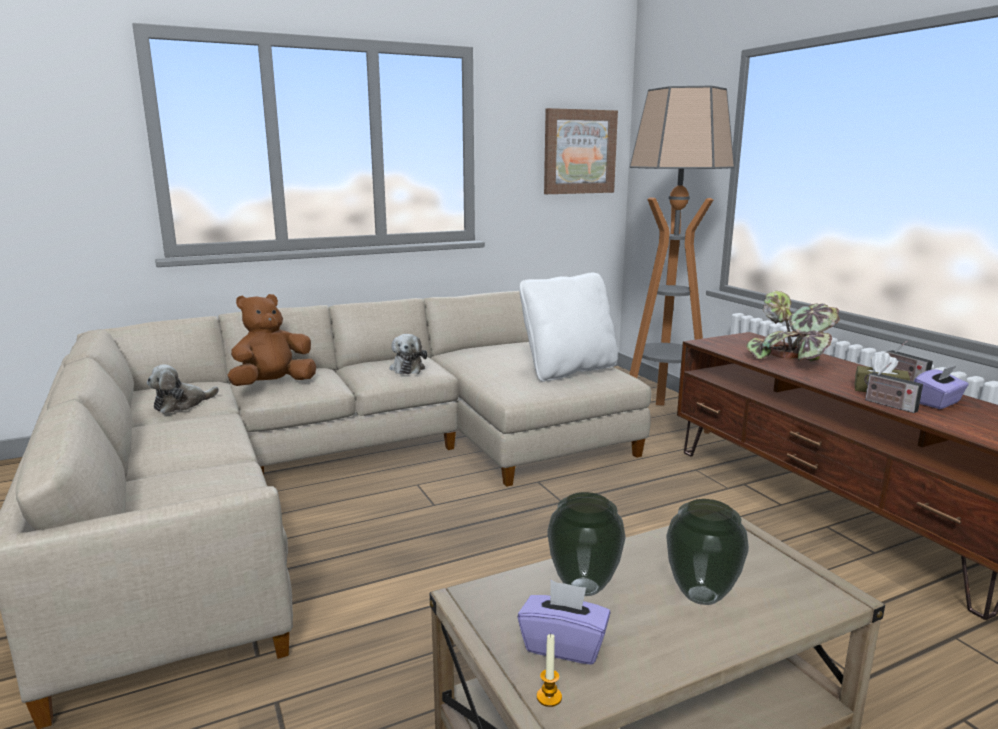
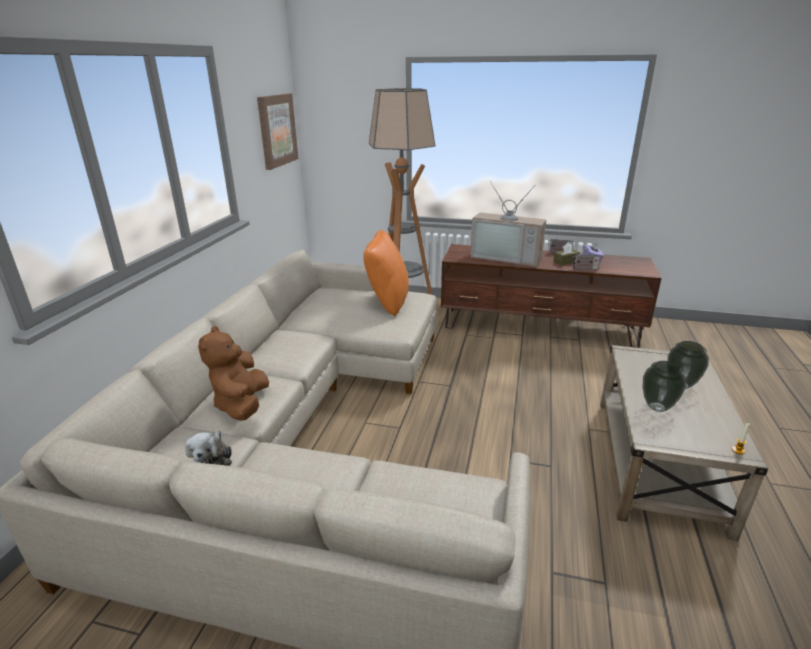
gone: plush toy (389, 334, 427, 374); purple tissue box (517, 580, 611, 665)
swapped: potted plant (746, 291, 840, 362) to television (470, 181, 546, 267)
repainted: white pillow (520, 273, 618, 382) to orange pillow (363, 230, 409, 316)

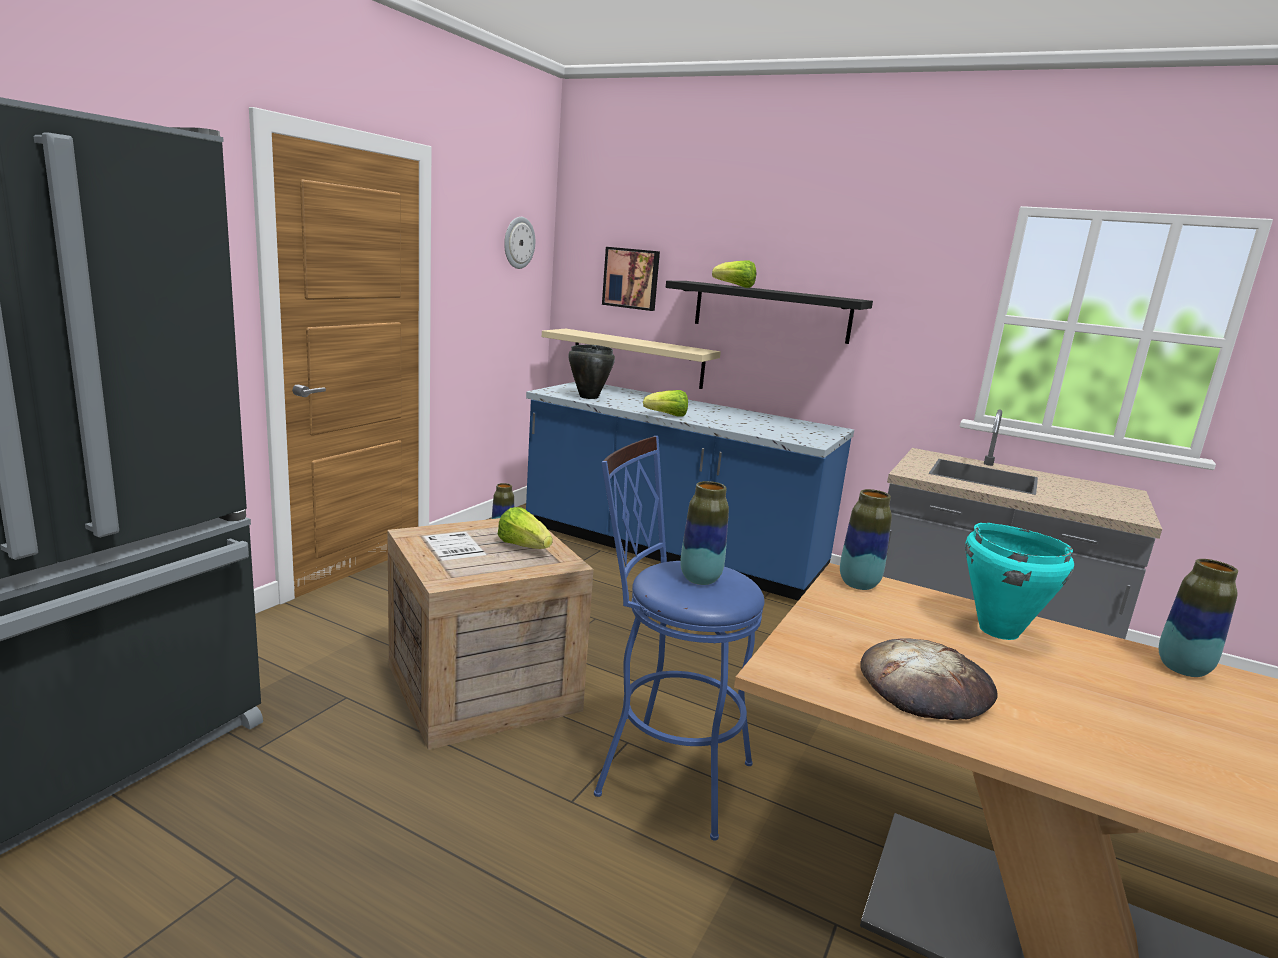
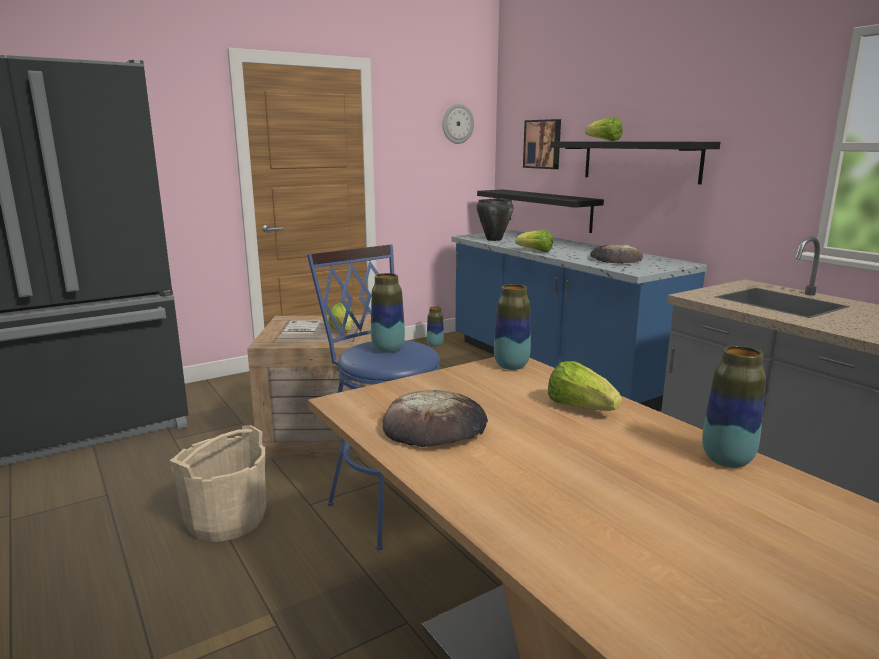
new: bread (590, 244, 643, 264); beige bucket (169, 425, 266, 542)
swapped: turquoise cooking pot (965, 523, 1074, 640) to lettuce (548, 361, 622, 411)
repainted: beige shelf (542, 329, 721, 389) to black shelf (477, 189, 604, 233)

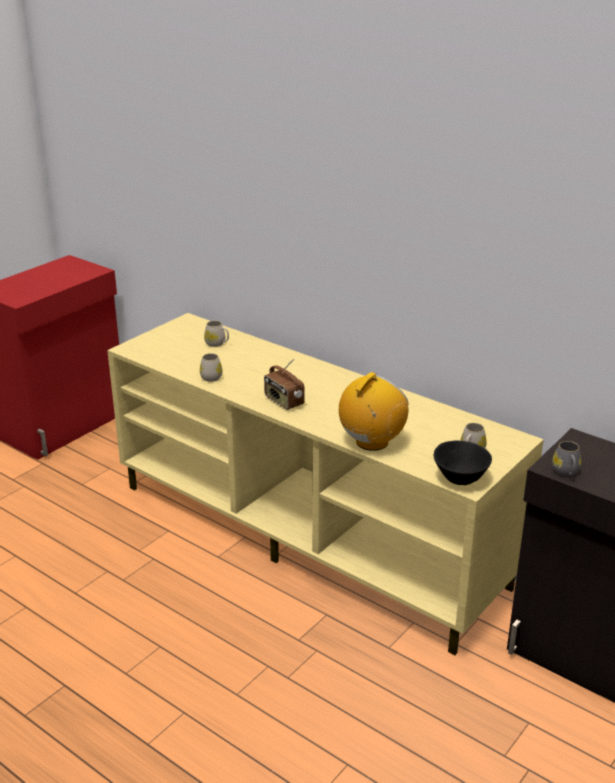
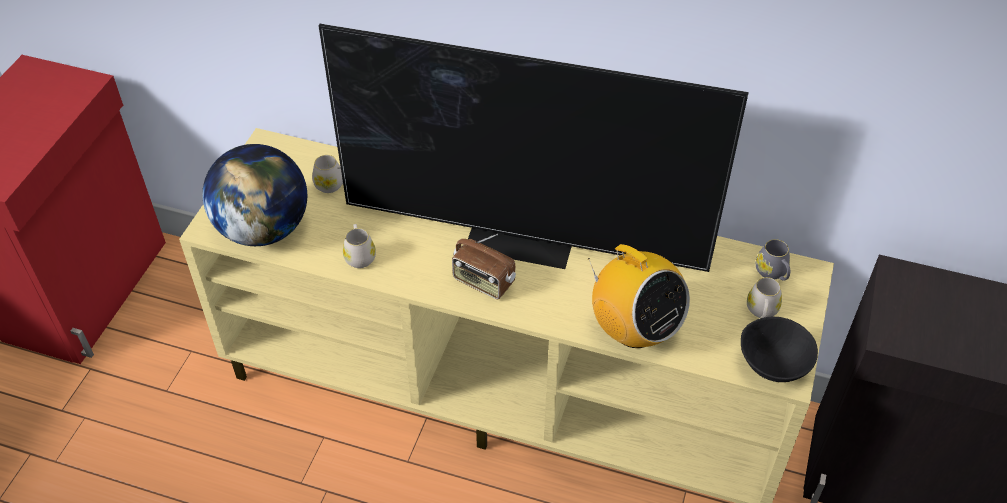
new: television (319, 24, 748, 272); globe (202, 144, 307, 246)
shifted: grey mug (552, 441, 581, 476) to (756, 239, 790, 281)
rotated: radio (339, 372, 408, 451) = (588, 244, 690, 348) 120 degrees clockwise

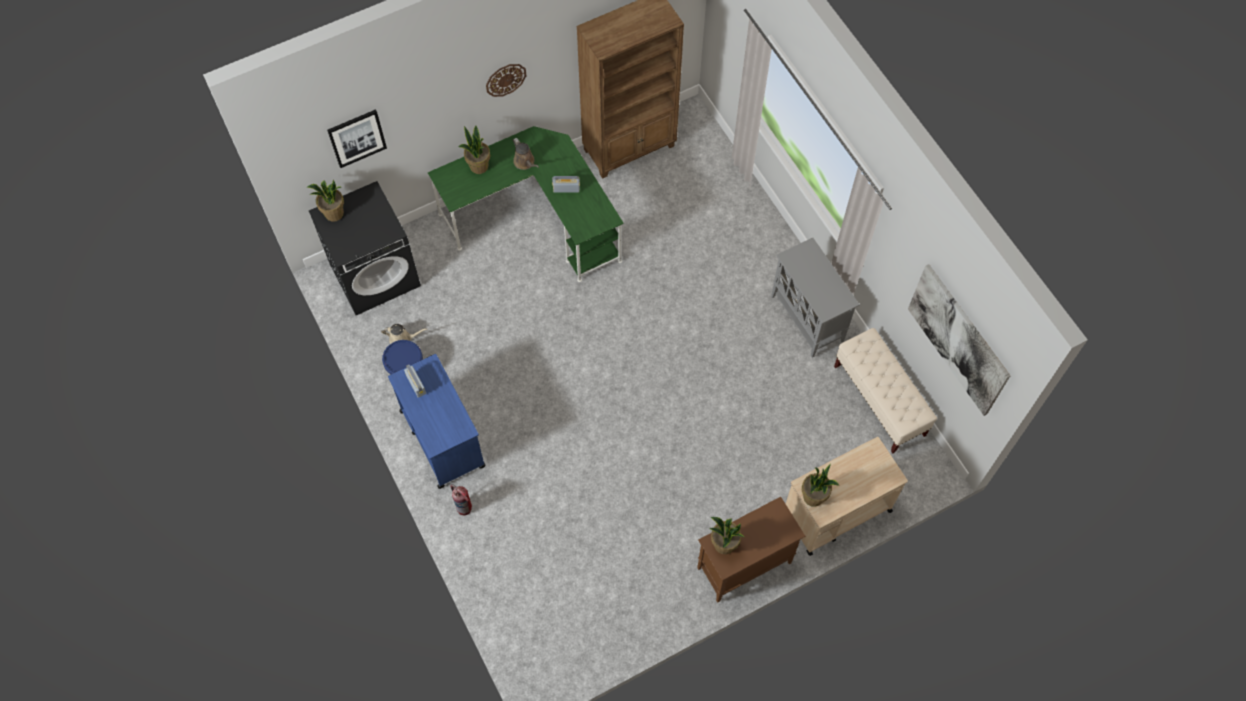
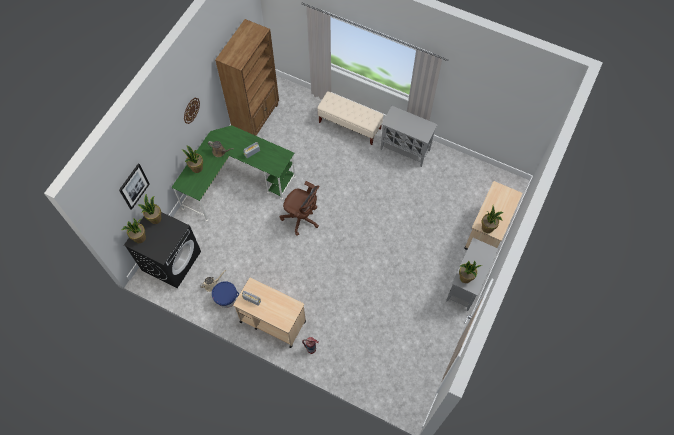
gone: picture (908, 264, 1011, 416)
new: brown office chair (280, 181, 319, 236); potted plant (138, 194, 162, 224)
shifted: beige bench (834, 328, 937, 453) to (317, 91, 384, 145)
repainted: blue cart (388, 354, 486, 489) to beige cart (233, 278, 306, 348); brown cabinet (697, 497, 805, 603) to grey cabinet (446, 238, 498, 311)

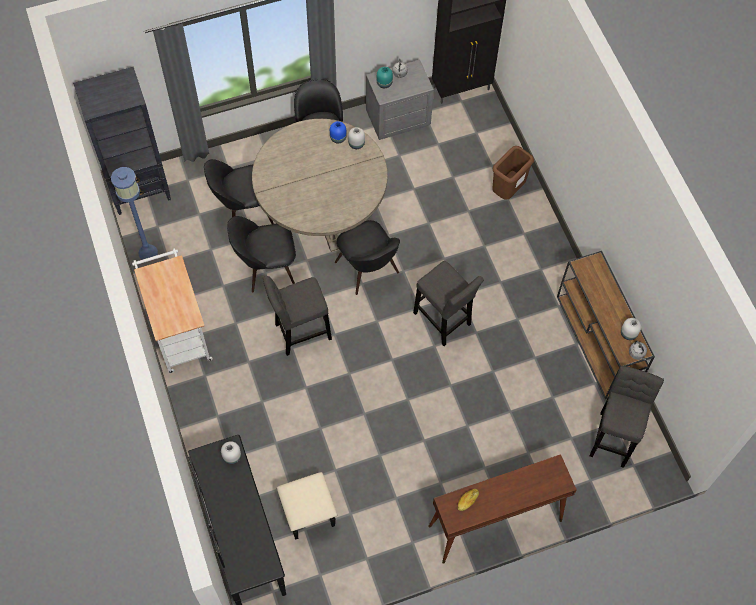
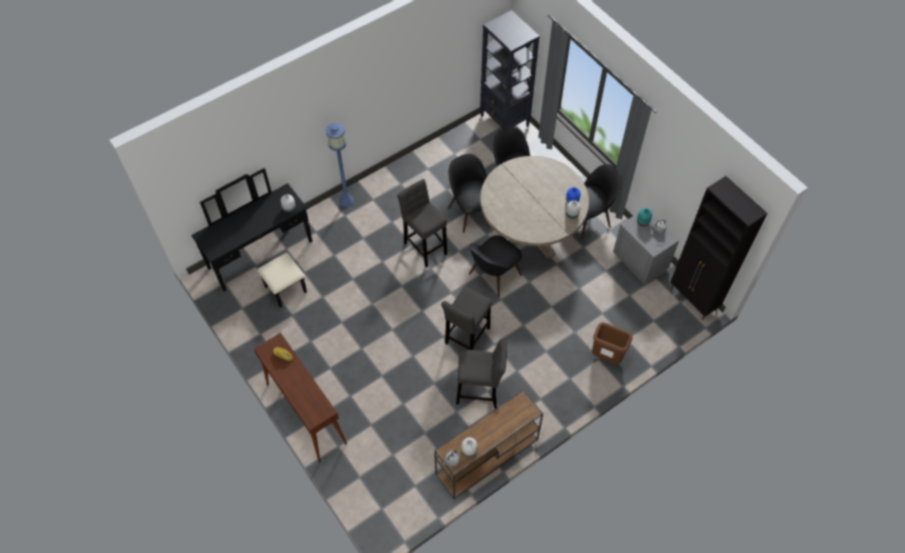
gone: white cart (132, 248, 213, 373)
shifted: blue floor lamp (111, 167, 158, 260) to (326, 123, 354, 207); grey stool (590, 366, 664, 468) to (456, 338, 507, 408)

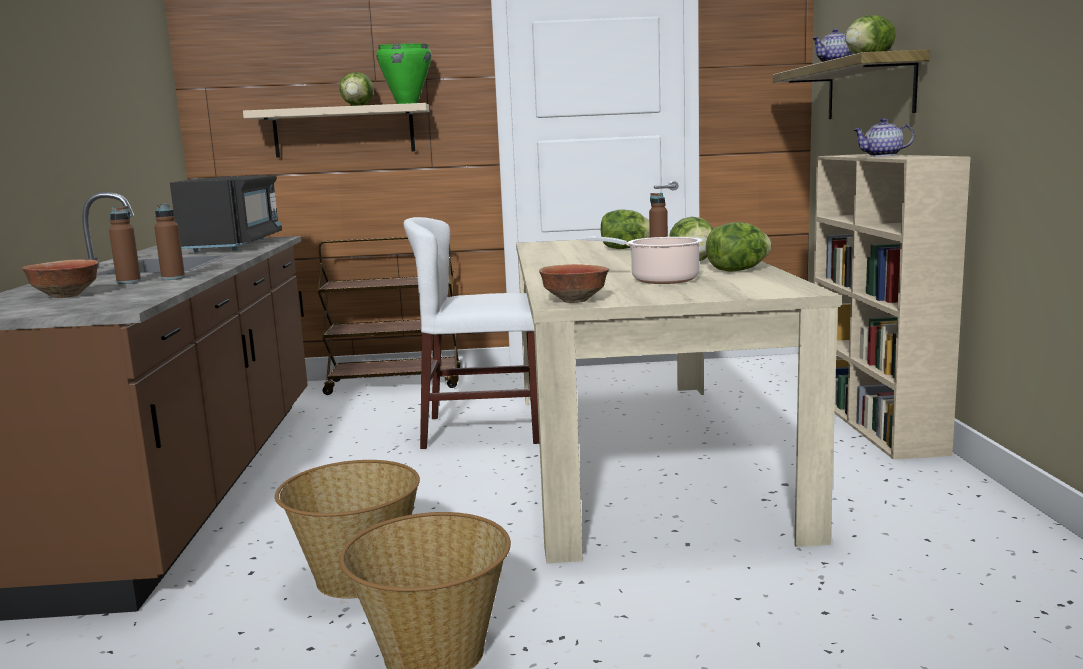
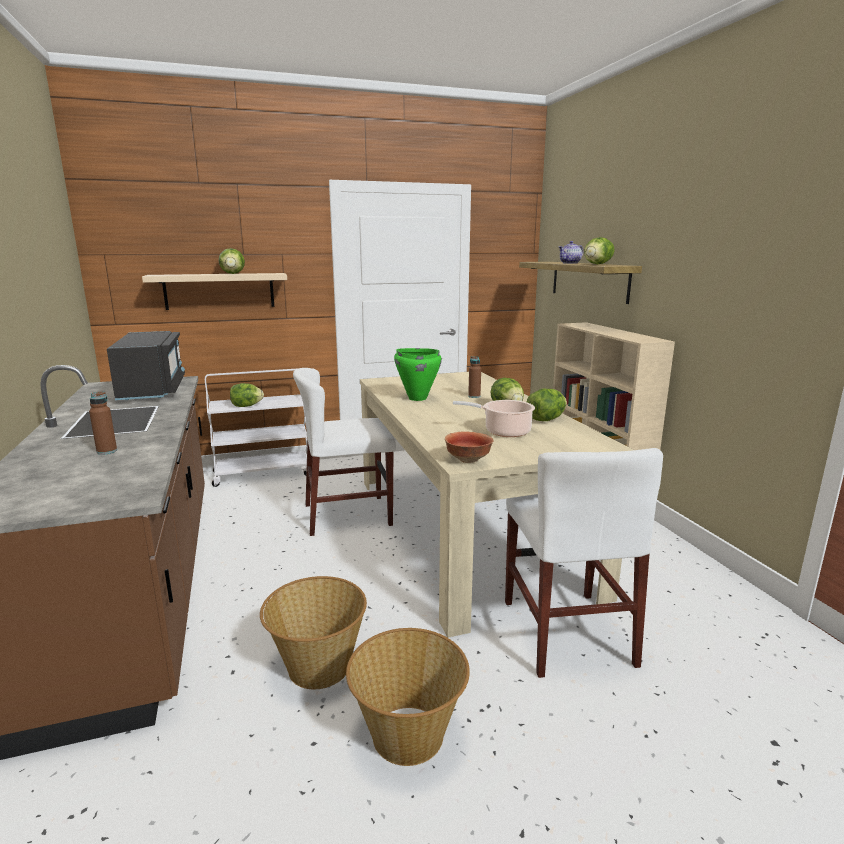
gone: teapot (853, 118, 914, 157); brown bottle (154, 203, 185, 280); bowl (22, 259, 99, 298)
new: white chair (505, 448, 663, 678)
shifted: green cooking pot (376, 43, 432, 104) to (394, 348, 442, 401); lettuce (601, 209, 650, 249) to (230, 383, 264, 407)
repainted: brown cart (317, 237, 460, 395) to white cart (205, 368, 307, 487)

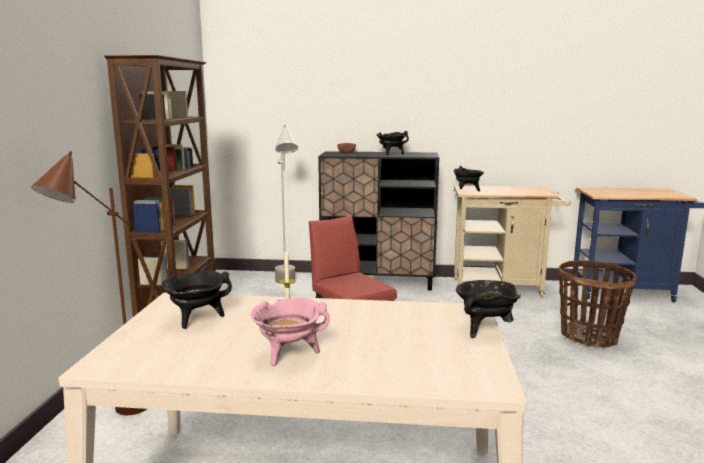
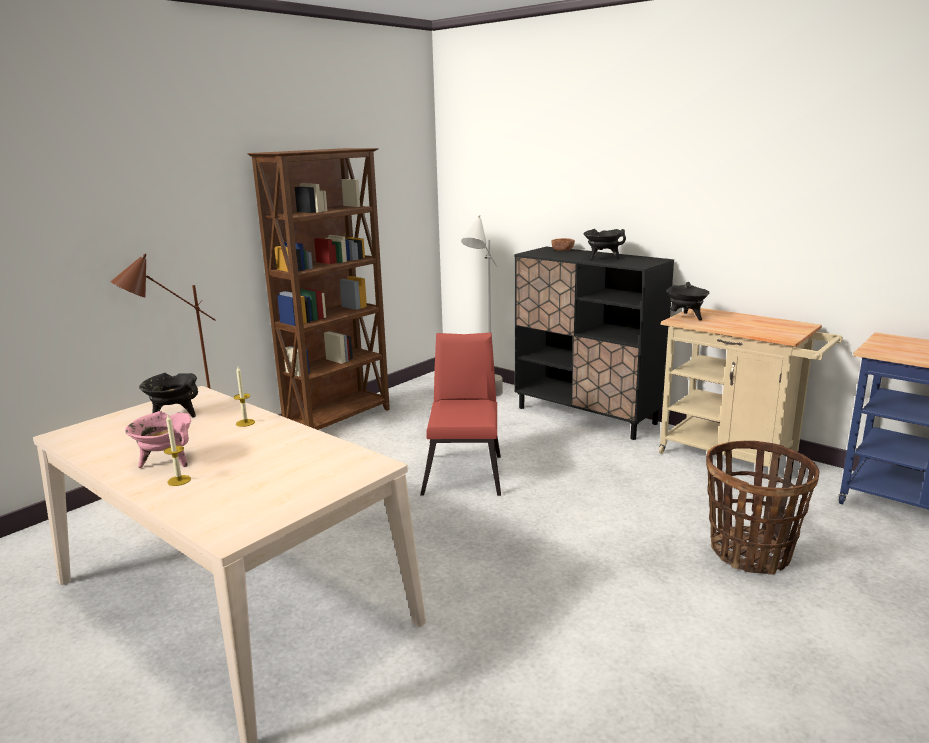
gone: black cooking pot (456, 280, 521, 338)
new: candle (164, 415, 191, 486)

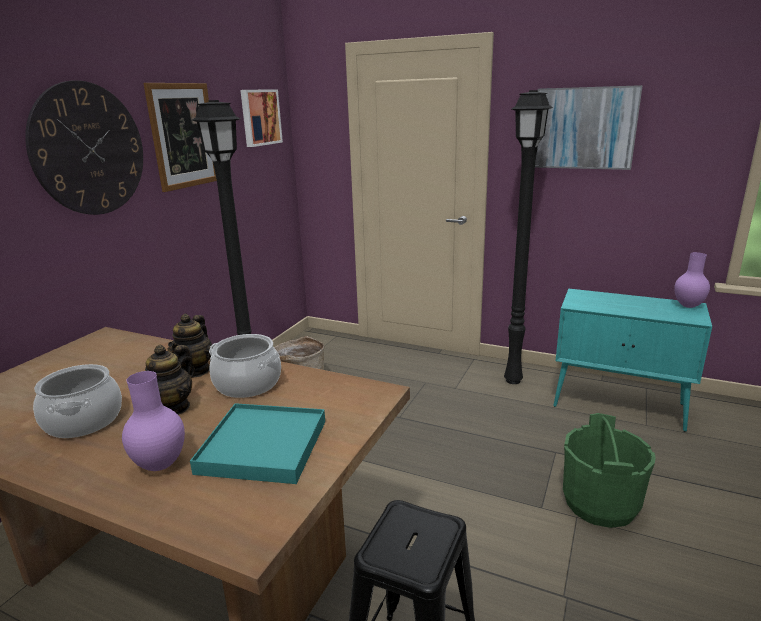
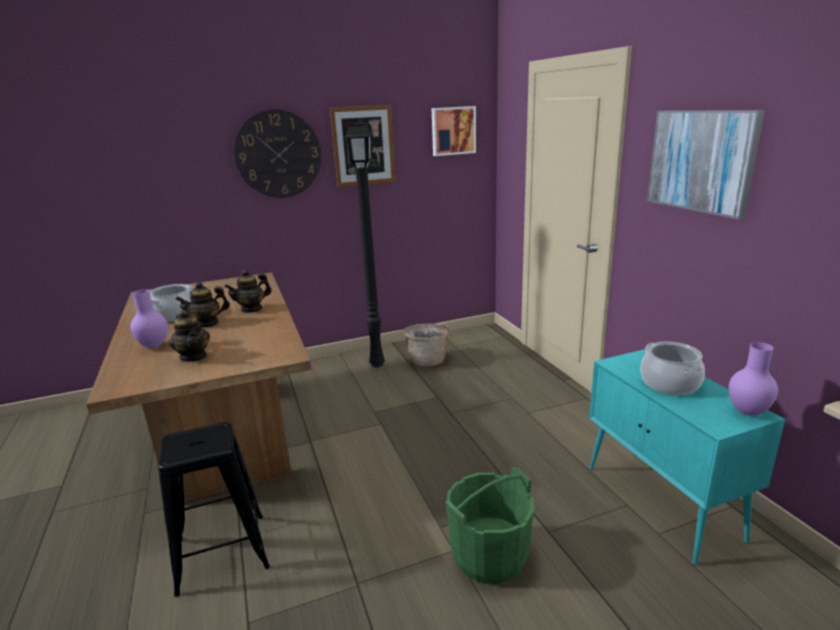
gone: black floor lamp (504, 90, 553, 384)
shifted: cooking pot (209, 334, 281, 398) to (640, 342, 705, 395)
swapped: turquoise tray (190, 403, 325, 484) to teapot (169, 310, 210, 362)

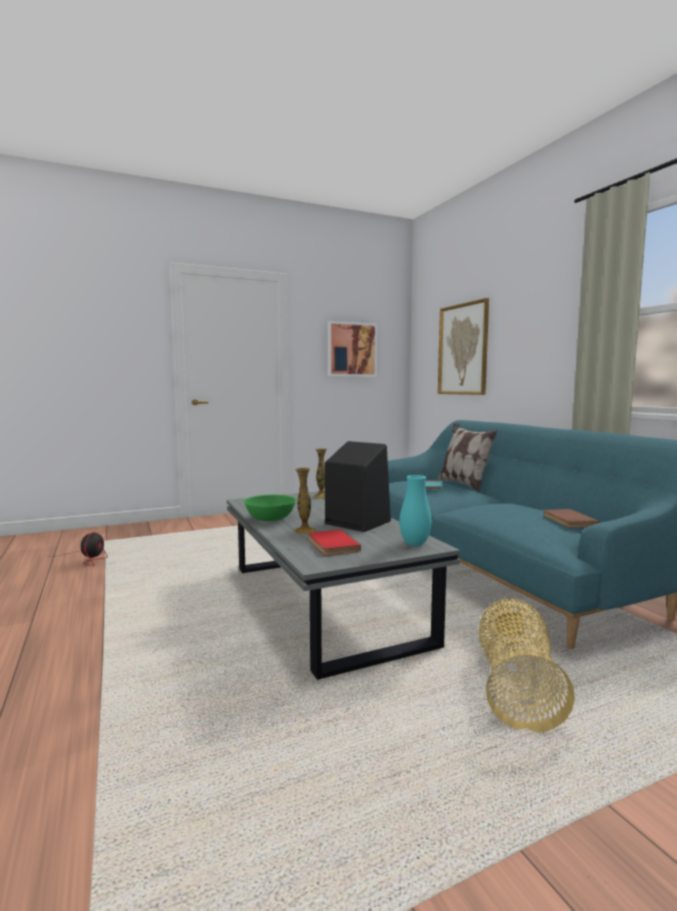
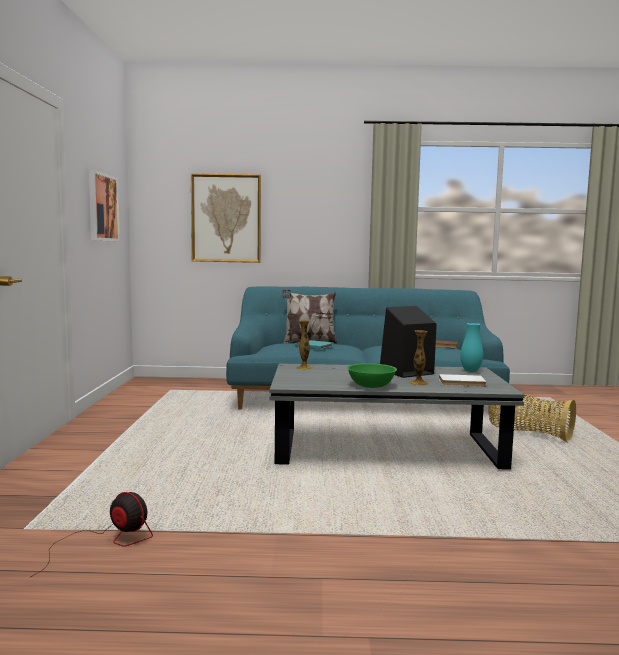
repainted: red book (308, 530, 361, 556) to white book (439, 374, 486, 387)

